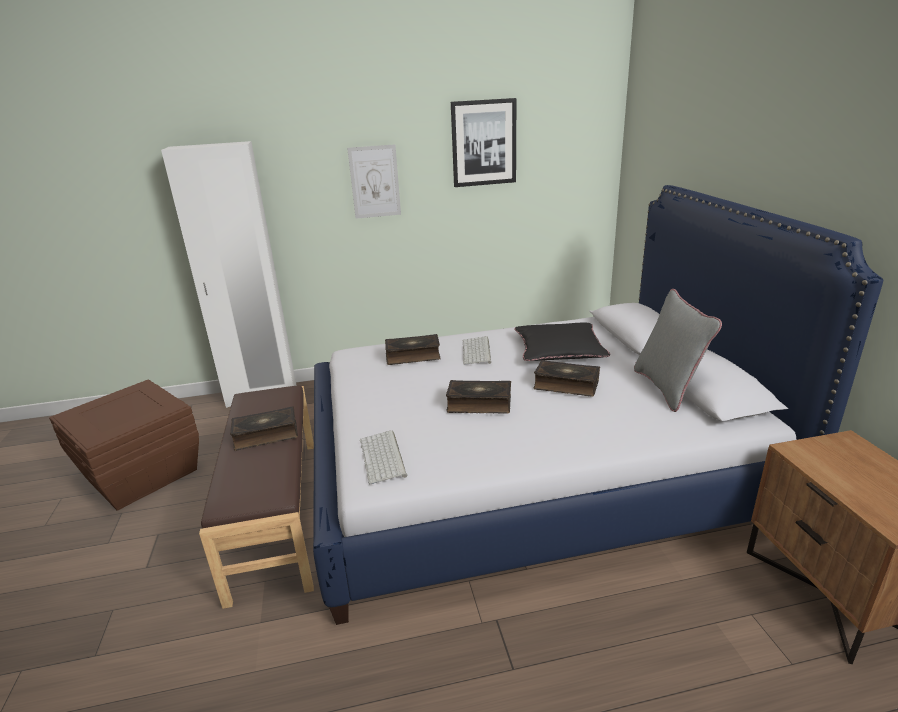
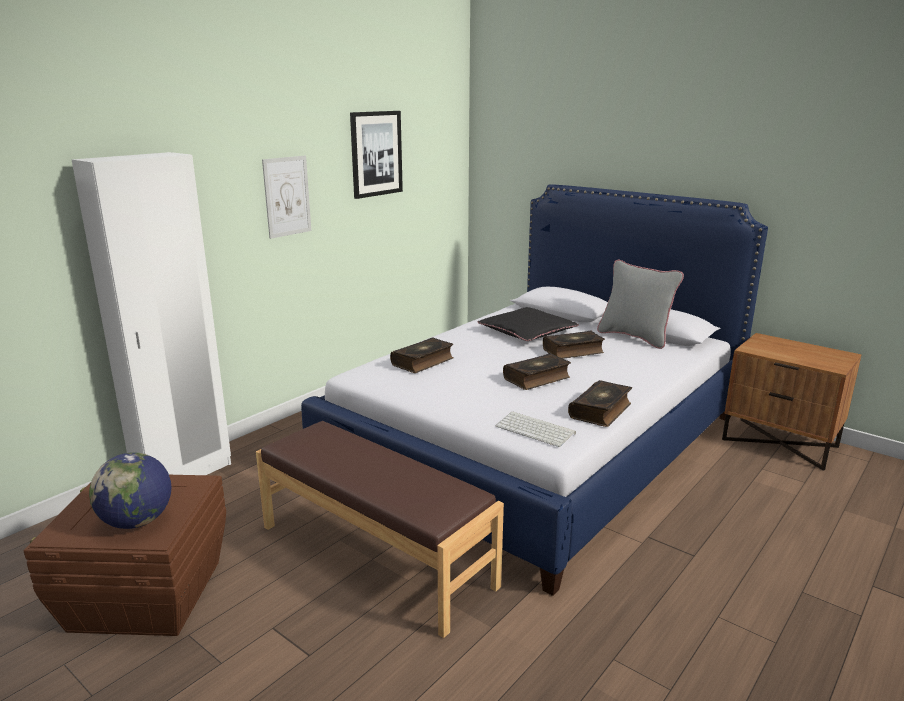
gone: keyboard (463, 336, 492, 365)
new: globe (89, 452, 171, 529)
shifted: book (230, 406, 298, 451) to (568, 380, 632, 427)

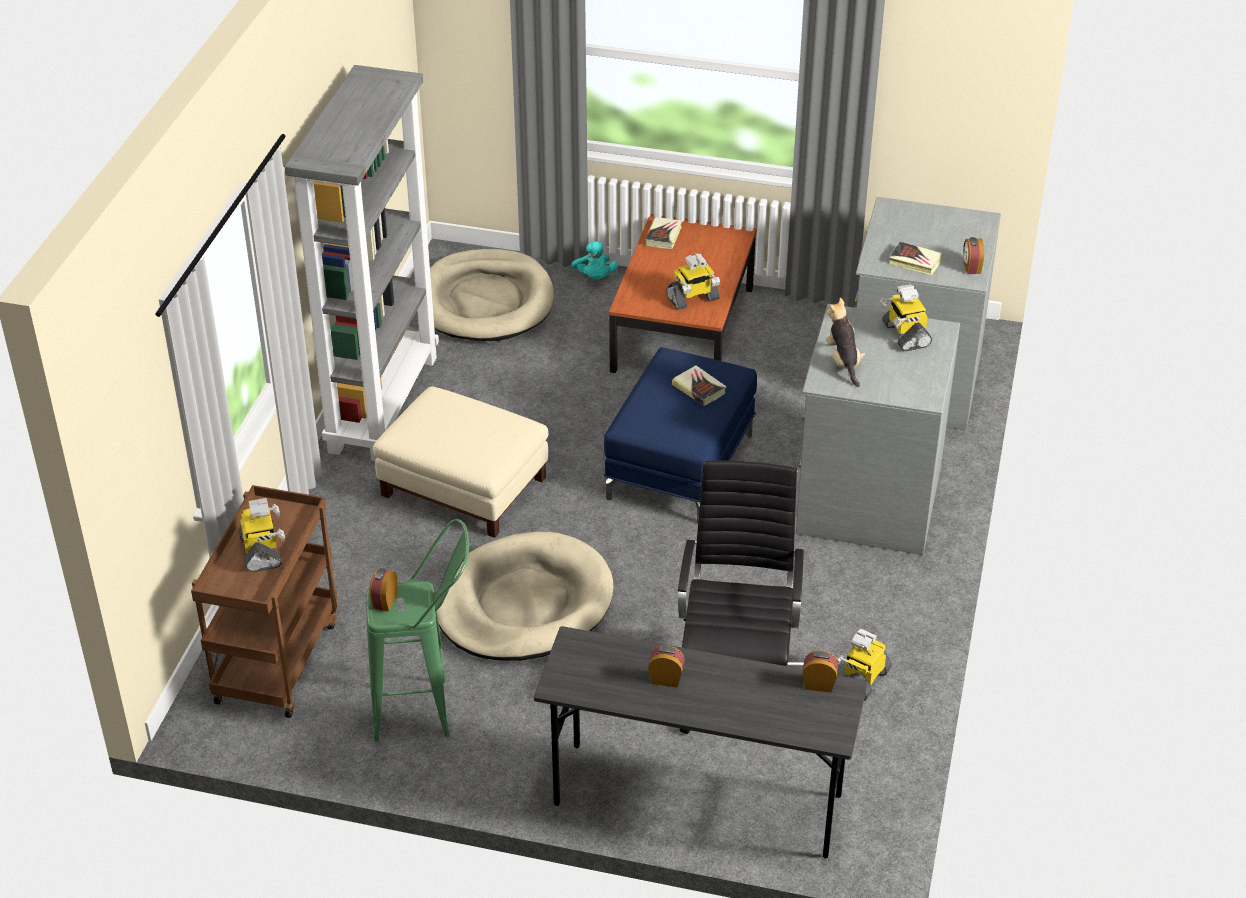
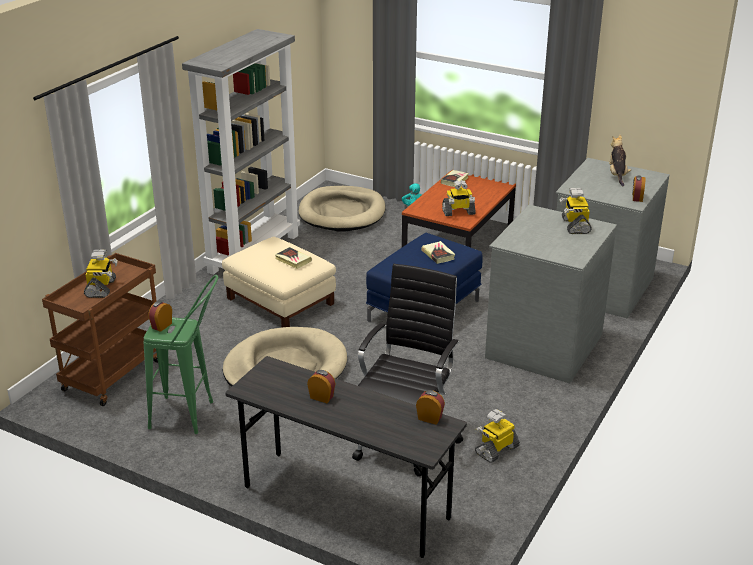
shifted: book (889, 242, 942, 275) to (275, 247, 312, 269); plush toy (827, 298, 865, 387) to (609, 135, 631, 186)

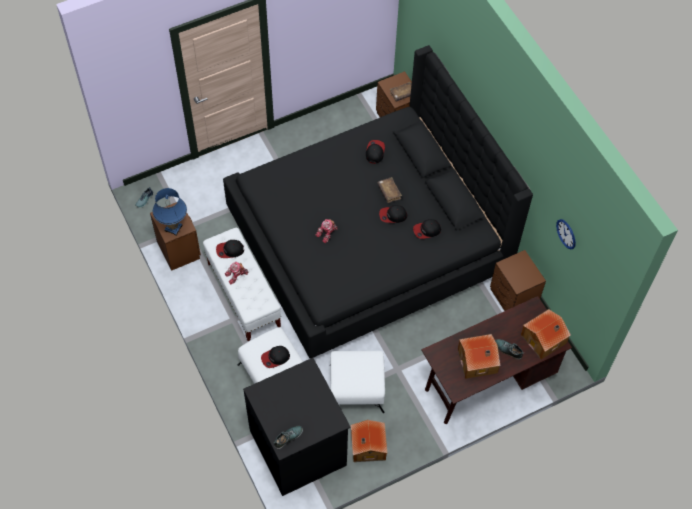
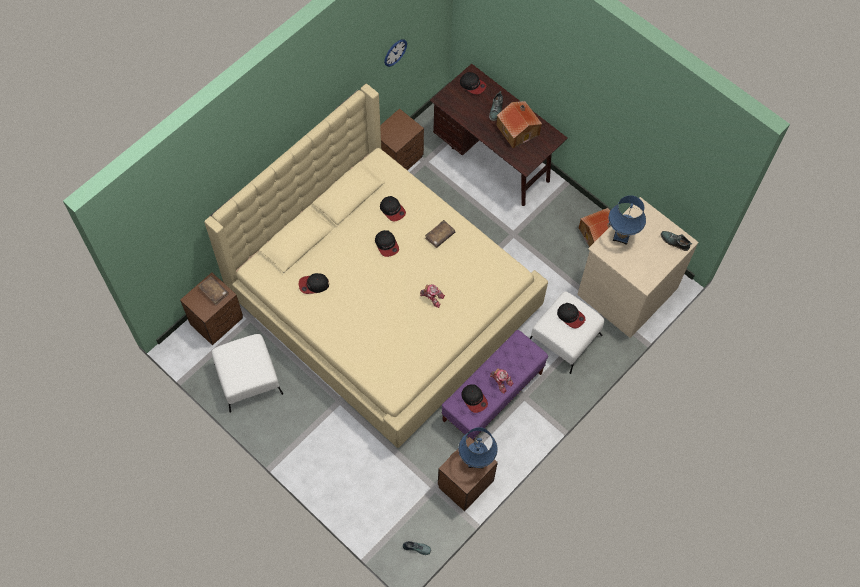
new: blue table lamp (609, 195, 646, 245)
shifted: brown book (377, 177, 402, 203) to (425, 220, 455, 248); white ottoman (330, 351, 385, 413) to (212, 334, 283, 413)
swapped: toy house (521, 309, 571, 359) to cap (460, 72, 486, 95)
repainted: black bed (223, 45, 533, 359) to beige bed (204, 84, 548, 448); white bench (203, 228, 281, 341) to purple bench (442, 330, 548, 441); black dresser (243, 358, 350, 496) to beige dresser (577, 197, 699, 338)

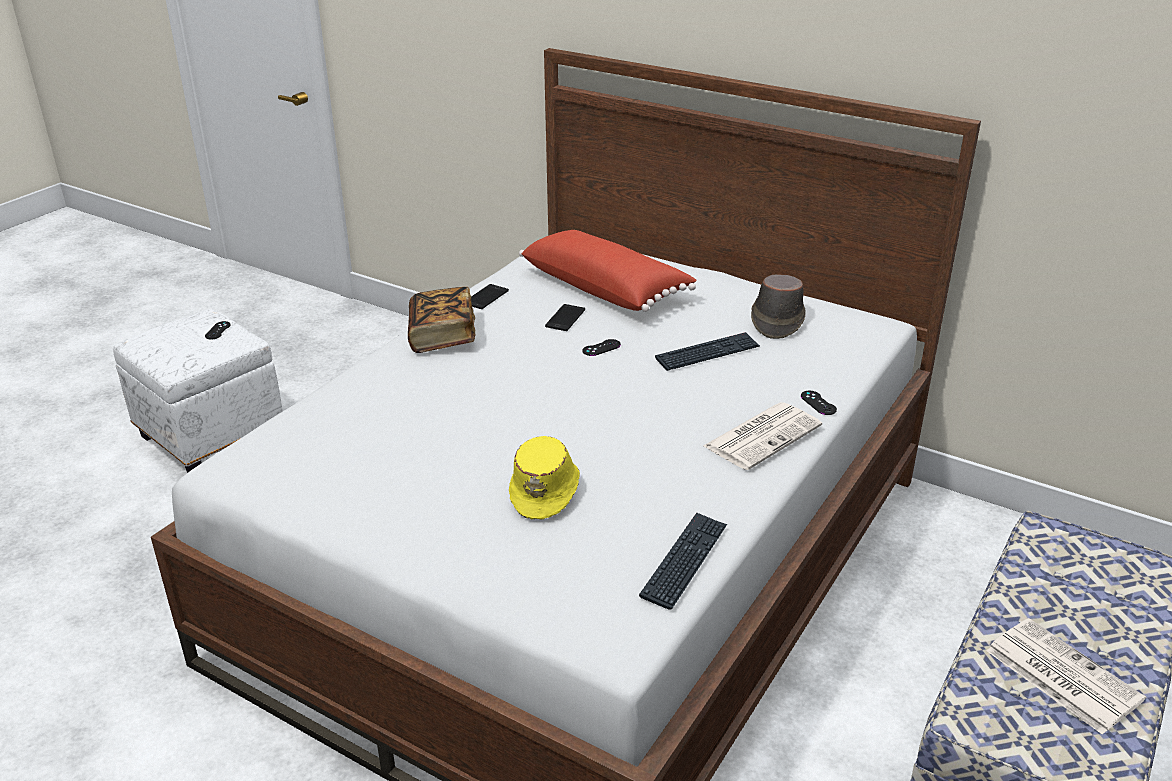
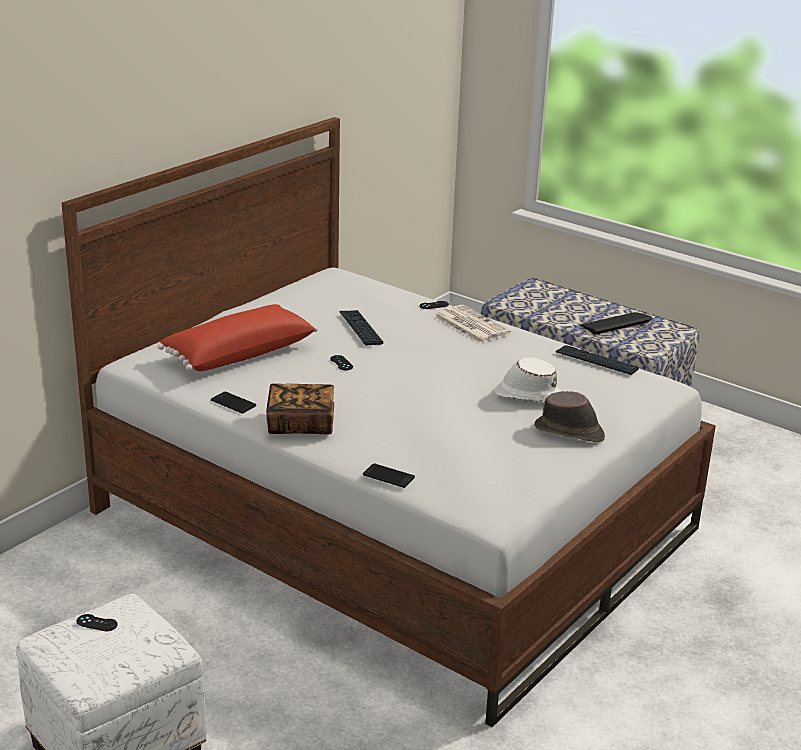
shifted: brown hat (751, 274, 806, 339) to (534, 391, 605, 442); phone (545, 304, 585, 331) to (363, 463, 415, 488)
swapped: newspaper (986, 618, 1146, 735) to keyboard (580, 312, 652, 334)
repainted: yellow hat (509, 436, 580, 519) to white hat (495, 357, 561, 402)

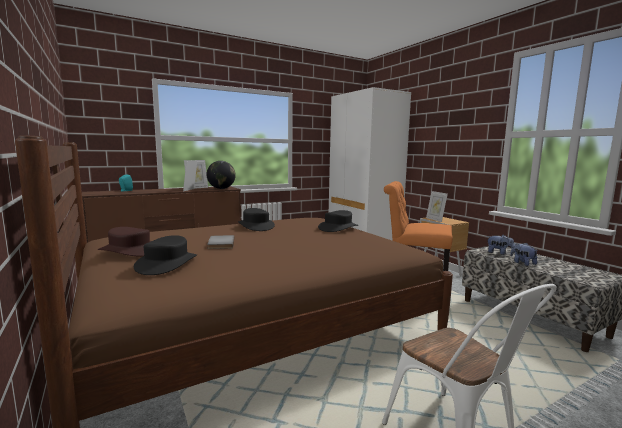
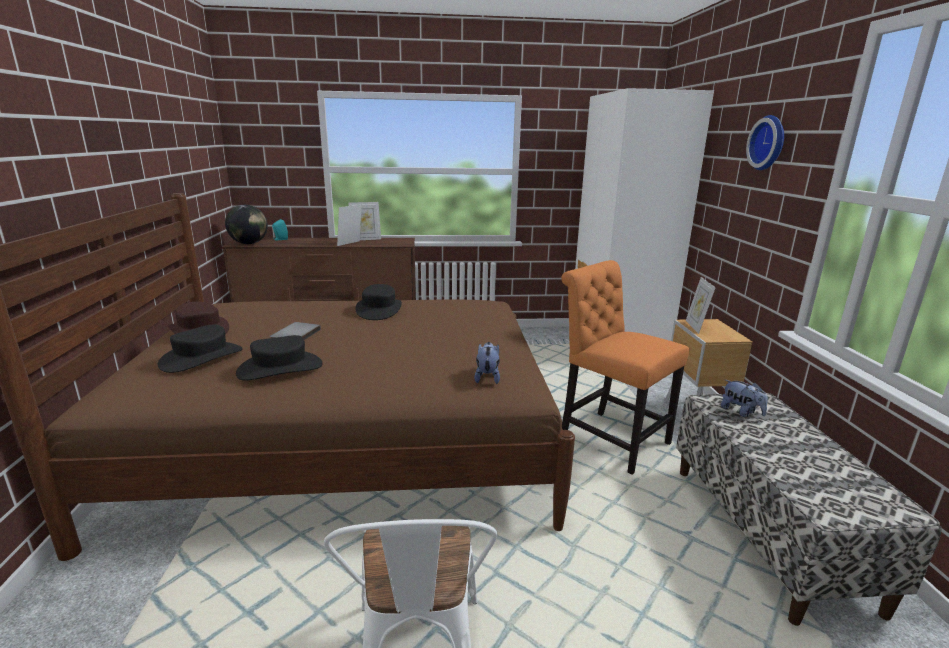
new: wall clock (746, 115, 784, 170)
shifted: globe (207, 161, 236, 189) to (225, 205, 268, 244); black hat (318, 210, 358, 232) to (236, 335, 322, 380); plush toy (510, 243, 538, 266) to (474, 342, 500, 384)

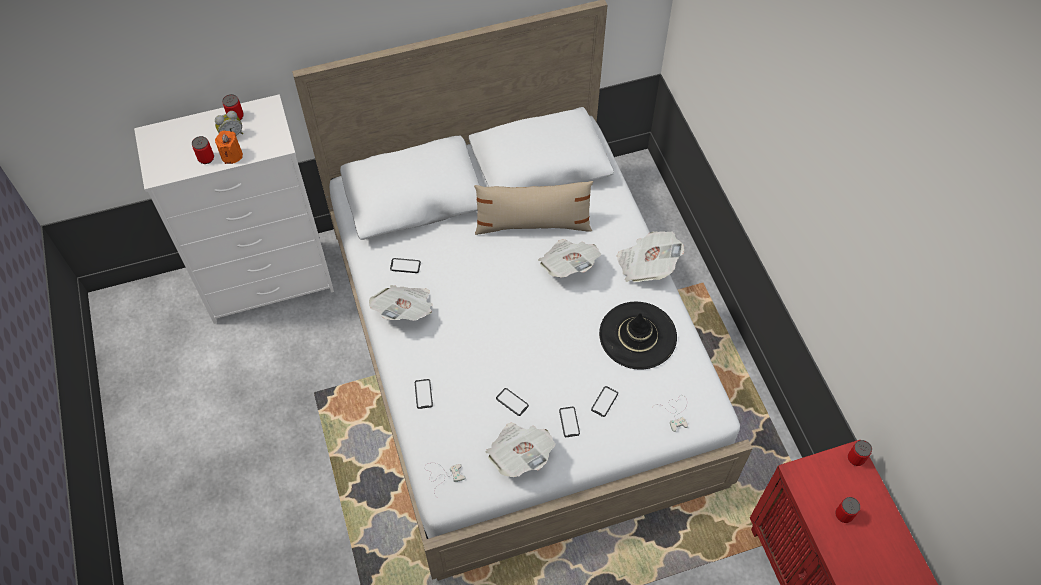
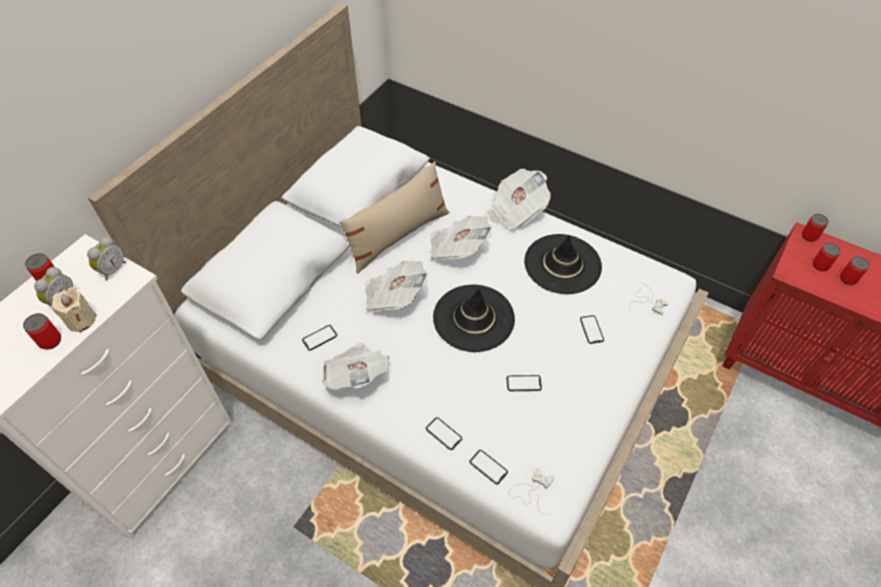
new: alarm clock (87, 236, 126, 281); can (813, 243, 841, 271); black hat (433, 285, 515, 352)
shifted: phone (559, 406, 580, 437) to (469, 450, 508, 484); newspaper (485, 423, 556, 477) to (365, 261, 428, 311)
repainted: orange candle (215, 131, 243, 164) to beige candle (52, 287, 97, 332)

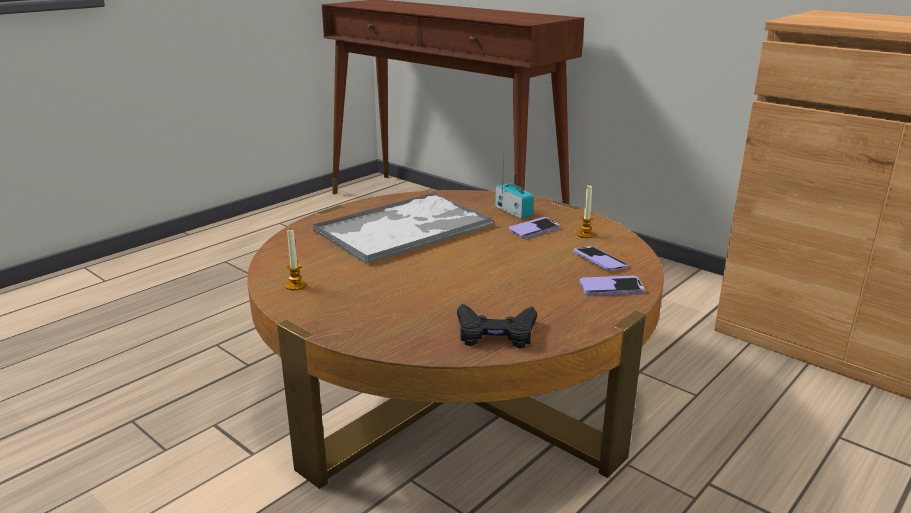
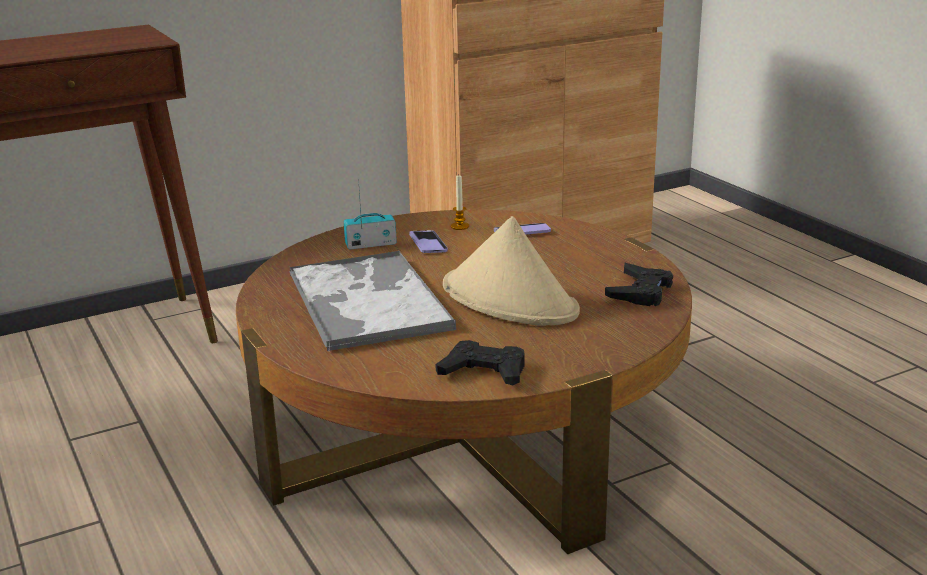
gone: phone (579, 276, 644, 296)
new: beige hat (443, 216, 580, 326)
swapped: candle (285, 229, 306, 290) to black game controller (435, 340, 525, 385)

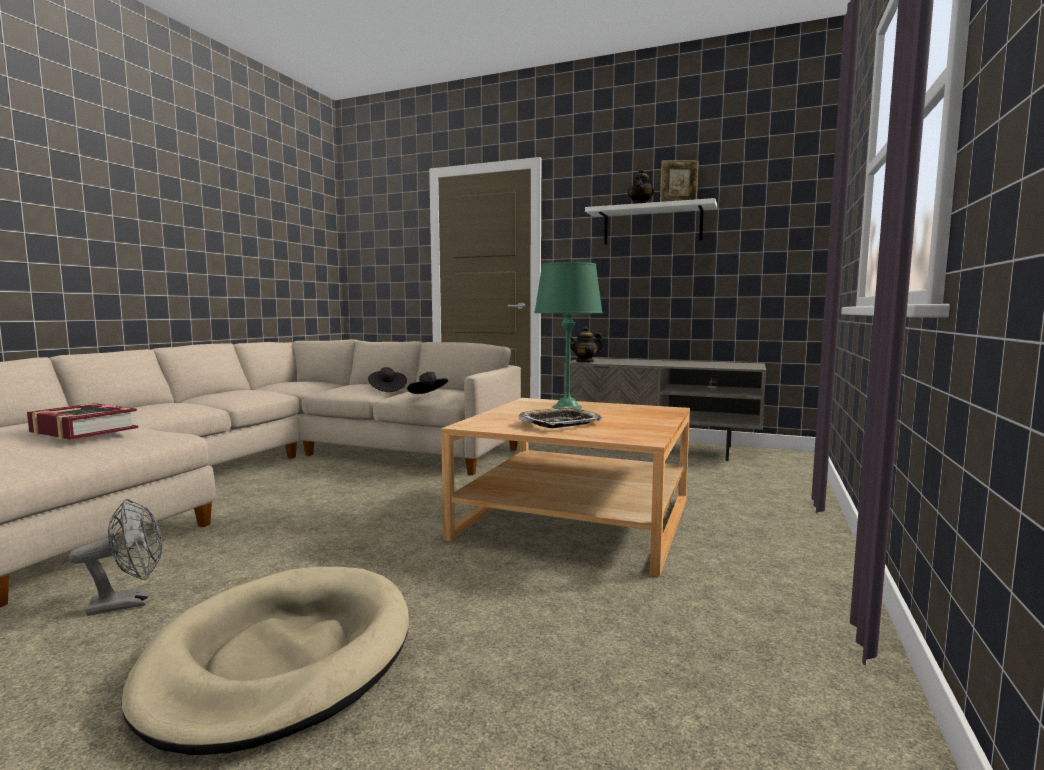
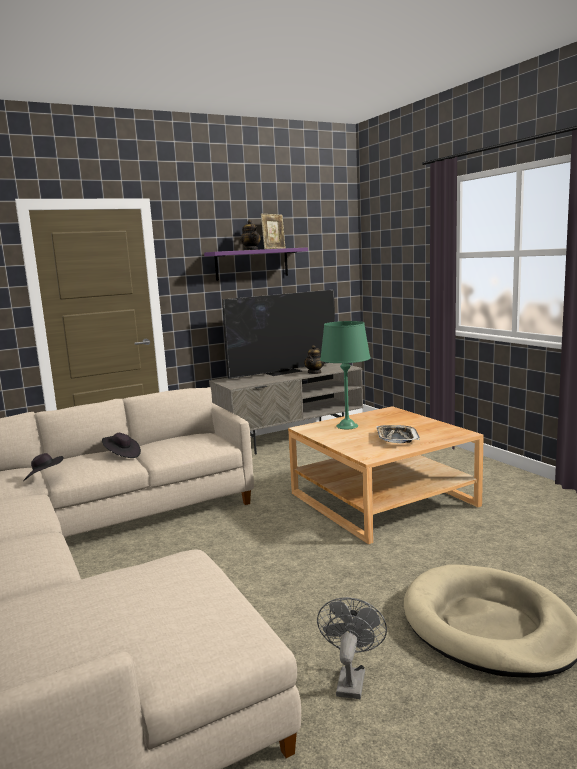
gone: book (27, 403, 138, 440)
new: television (222, 290, 335, 379)
shifted: teapot (570, 326, 604, 363) to (304, 345, 324, 374); black hat (407, 372, 448, 394) to (23, 453, 64, 481)
repainted: white shelf (585, 198, 717, 245) to purple shelf (204, 247, 308, 281)

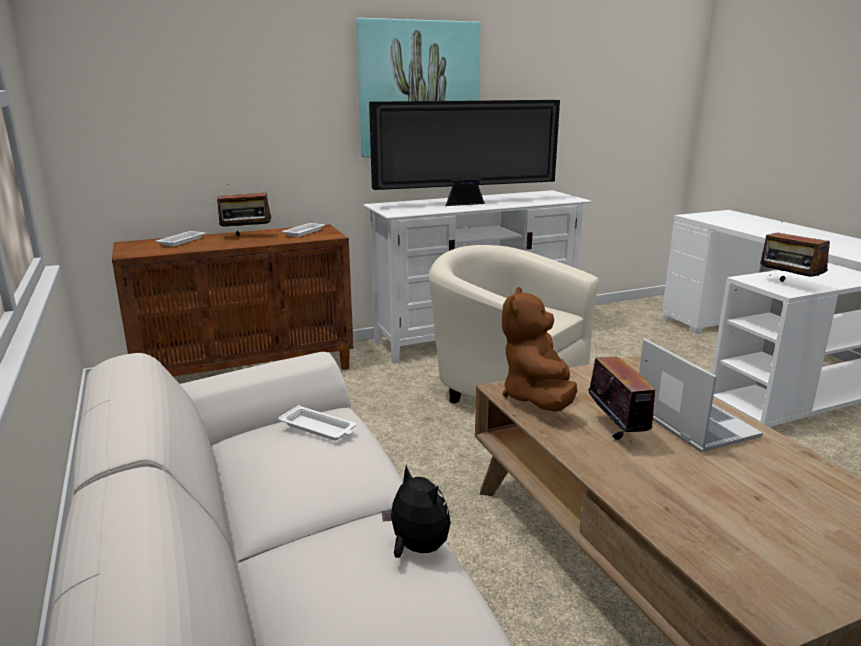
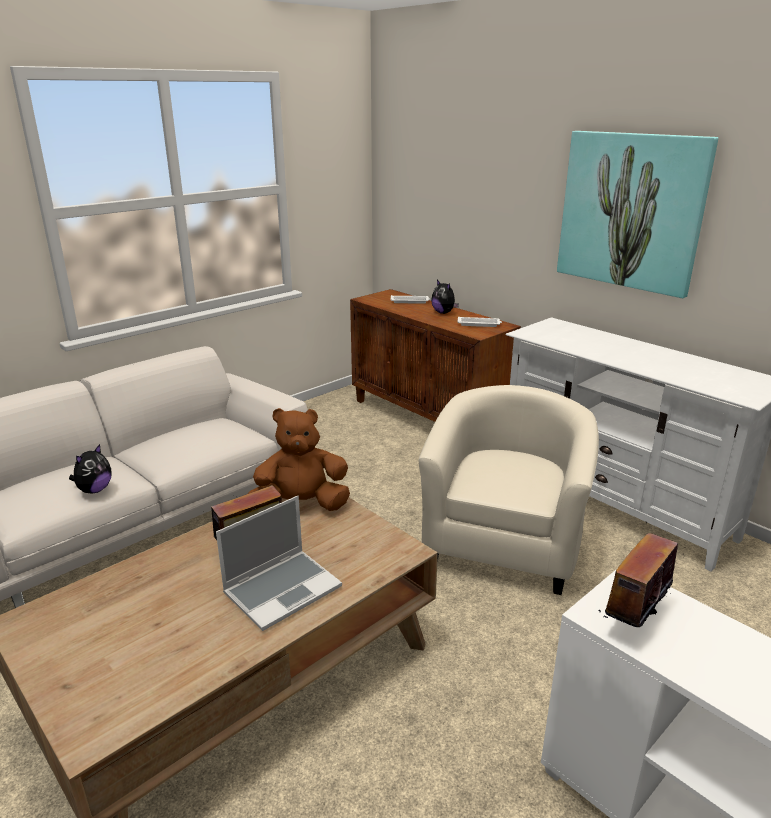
gone: television (369, 100, 560, 206); white tray (278, 405, 356, 441)
swapped: radio (217, 184, 273, 236) to plush toy (431, 280, 459, 314)

